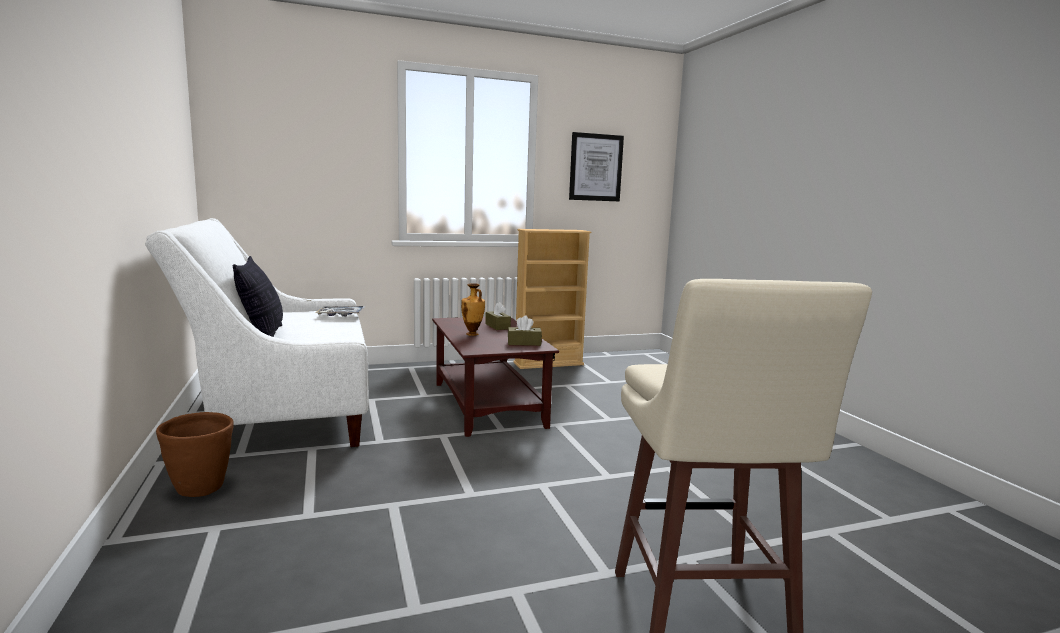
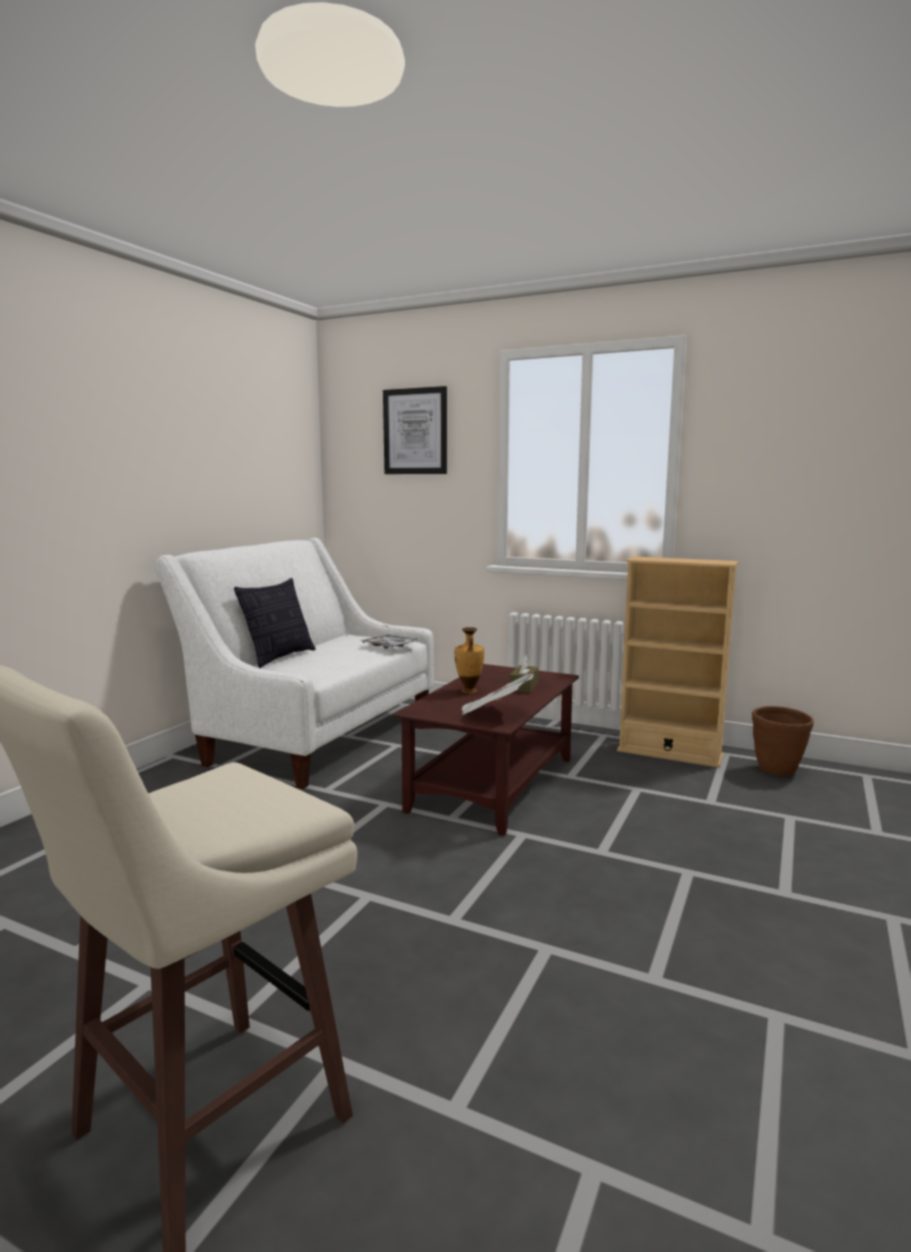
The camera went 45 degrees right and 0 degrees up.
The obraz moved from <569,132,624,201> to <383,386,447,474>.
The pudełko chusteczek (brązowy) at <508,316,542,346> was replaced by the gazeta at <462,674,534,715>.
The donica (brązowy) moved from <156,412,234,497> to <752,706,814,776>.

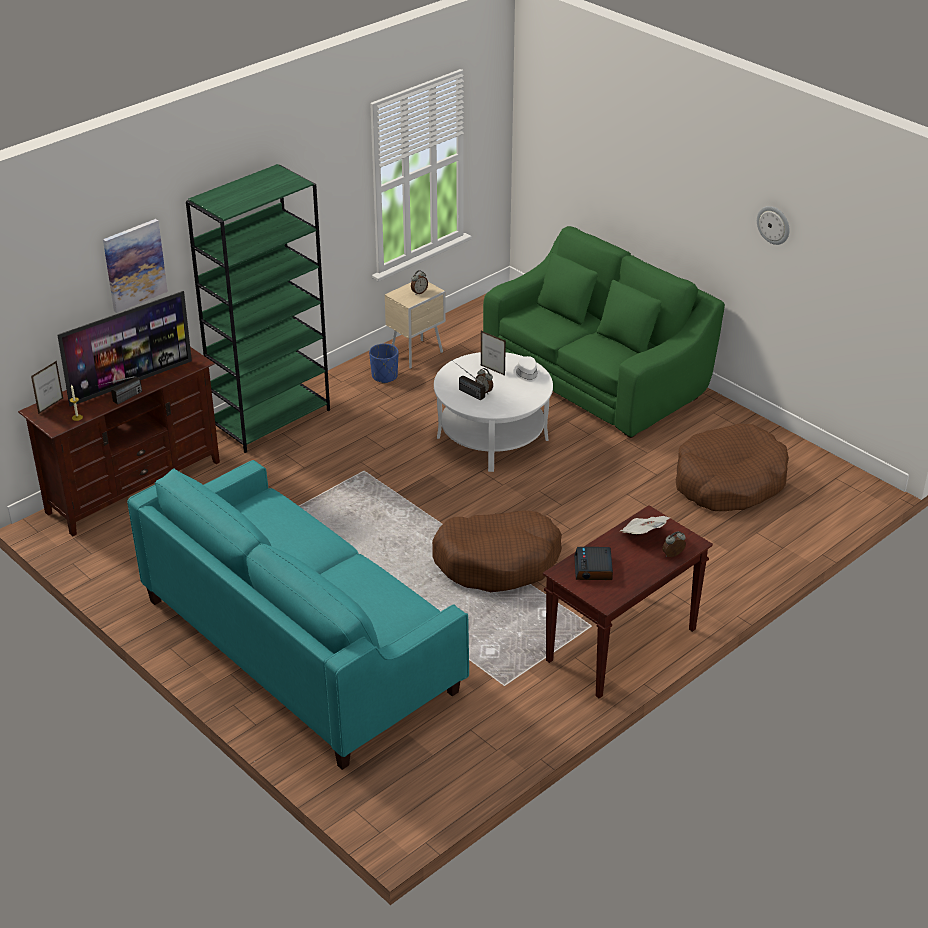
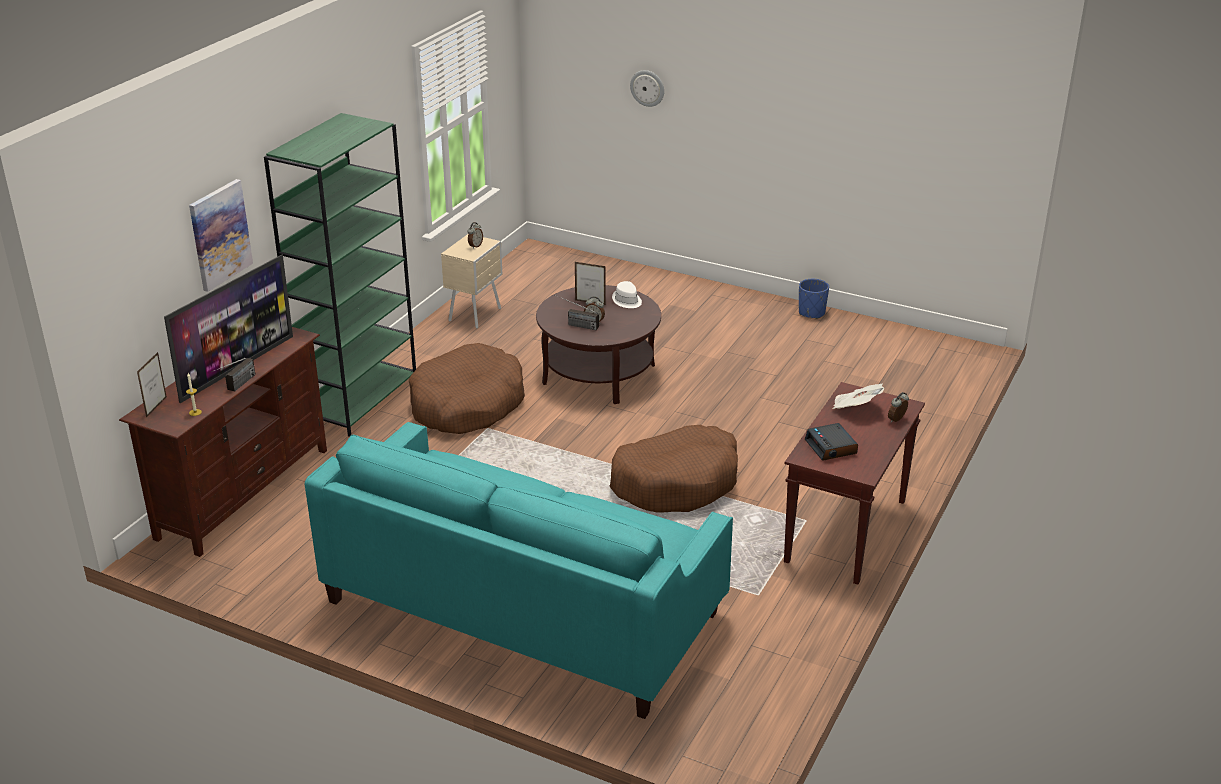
The camera went 20 degrees left and 5 degrees down.
The zegar ścienny moved from <757,206,789,245> to <630,70,664,107>.
The kanapa (zielony) at <483,226,725,438> disappeared.
The donica (niebieski) moved from <369,343,399,384> to <799,279,829,319>.
The ława (biały) at <434,352,553,472> became the ława (brązowy) at <536,285,661,404>.
The legowisko (brązowy) moved from <676,424,789,511> to <409,343,525,434>.

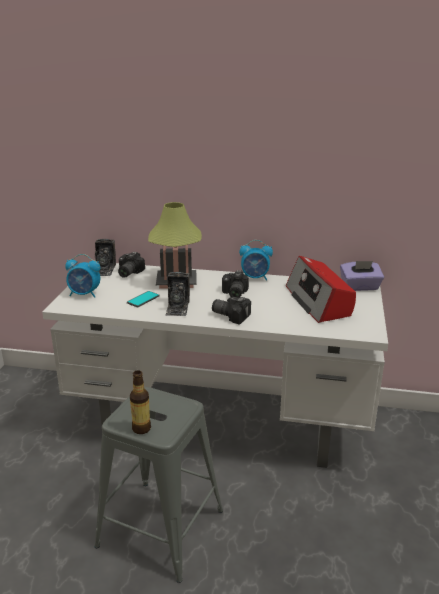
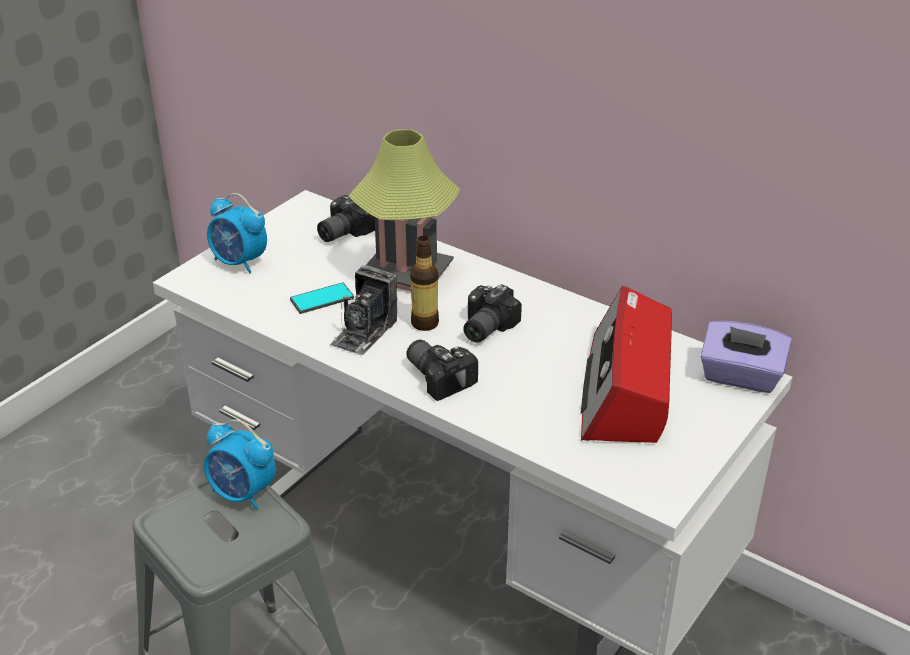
The camera went 25 degrees right and 10 degrees up.
The aparat fotograficzny at <95,239,116,276> disappeared.
The budzik moved from <239,240,273,281> to <204,419,276,510>.
The butelka moved from <130,370,151,434> to <410,236,439,331>.

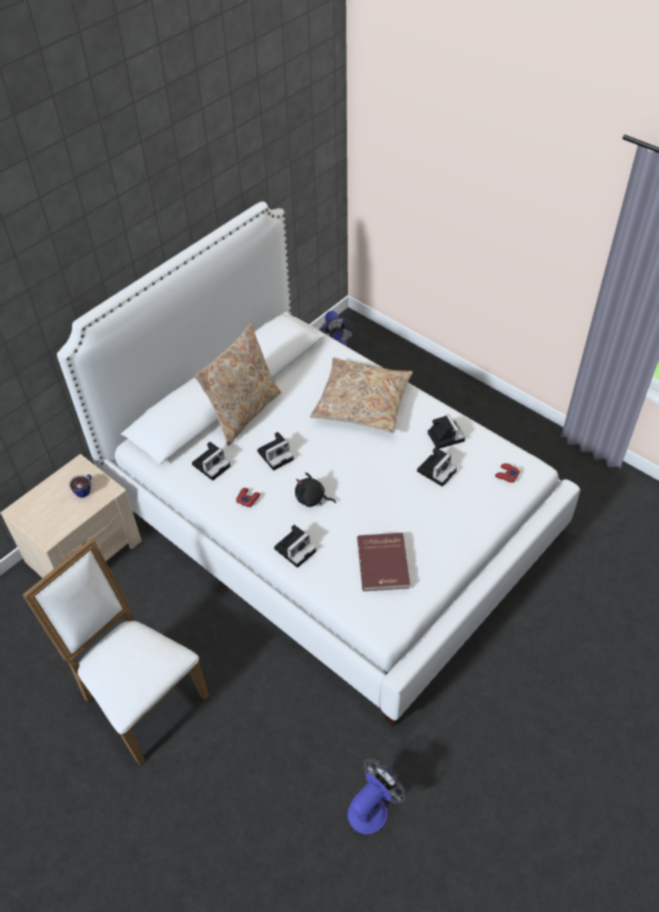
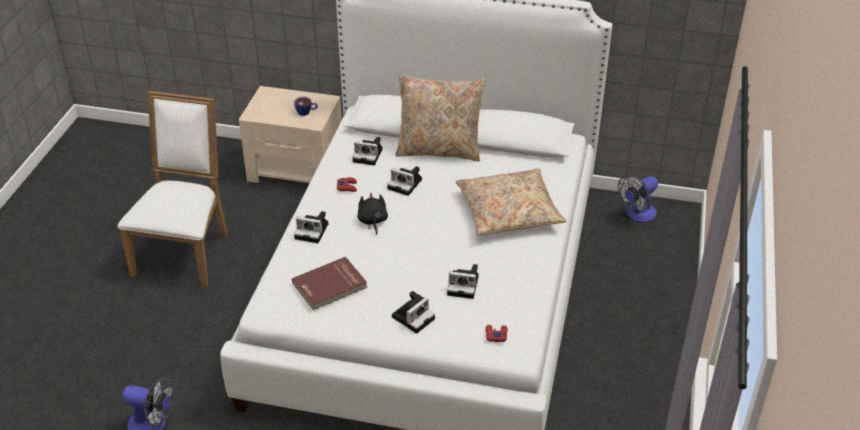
The camera went 60 degrees right and 10 degrees down.
The aparat fotograficzny moved from <428,414,465,449> to <392,291,435,334>.

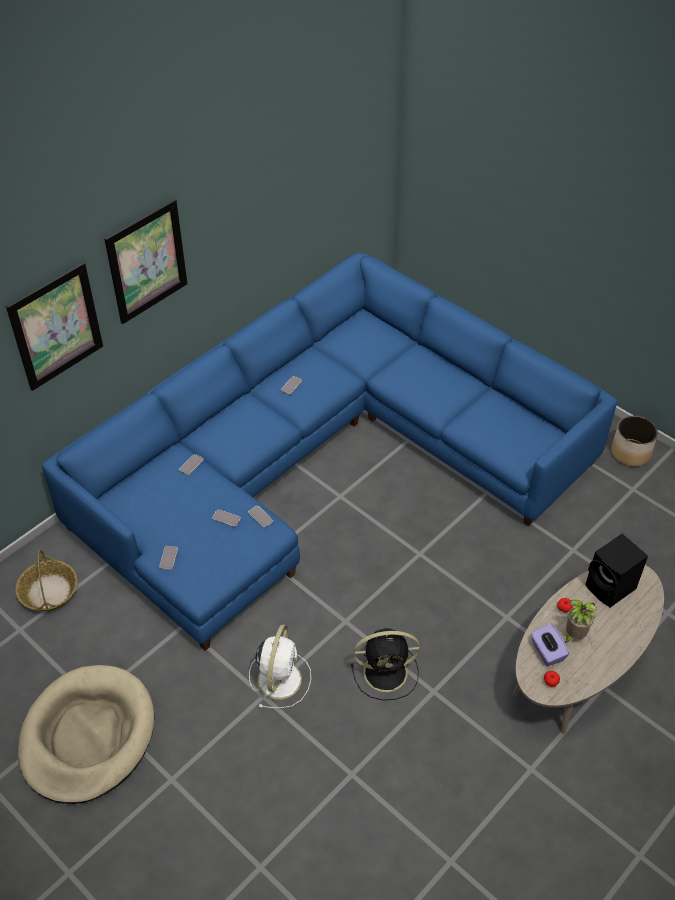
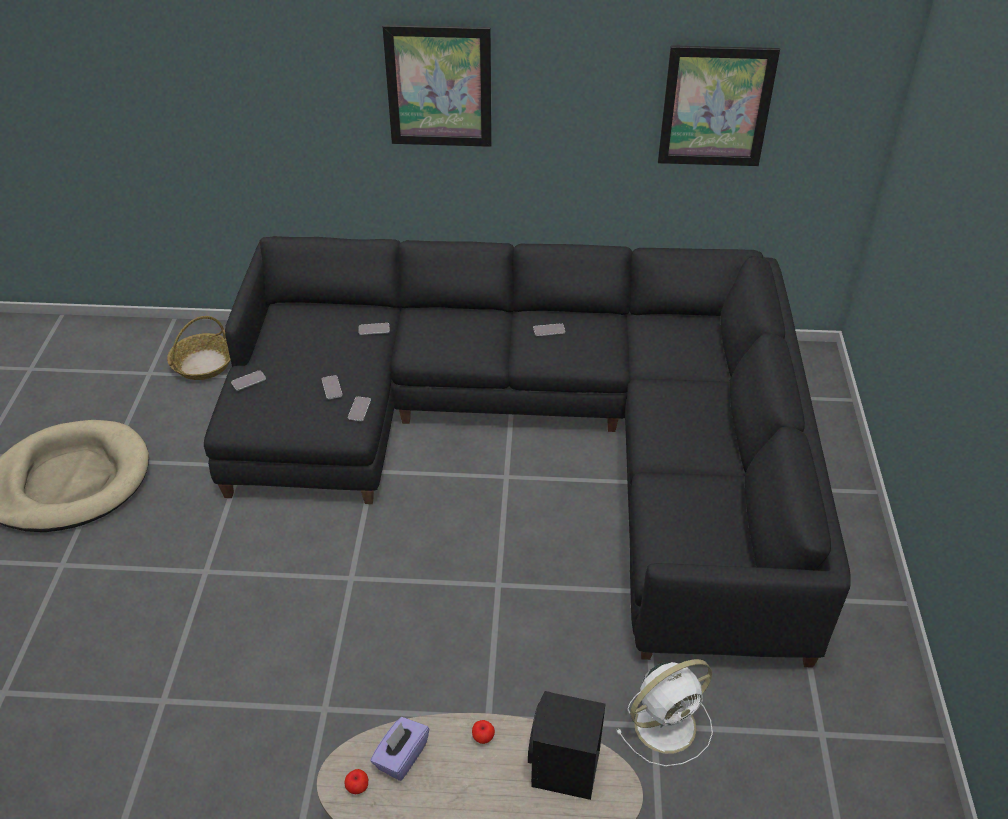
The camera went 50 degrees right and 5 degrees down.
The kanapa (niebieski) at <42,252,617,651> became the kanapa (czarny) at <204,236,851,668>.
The obraz moved from <6,262,103,391> to <658,45,780,166>.
The donica at <611,416,658,467> disappeared.
The roślina doniczkowa at <565,600,597,643> disappeared.
The wentylator (biały) moved from <249,624,311,709> to <616,659,713,767>.
The wentylator (czarny) at <351,628,420,700> disappeared.

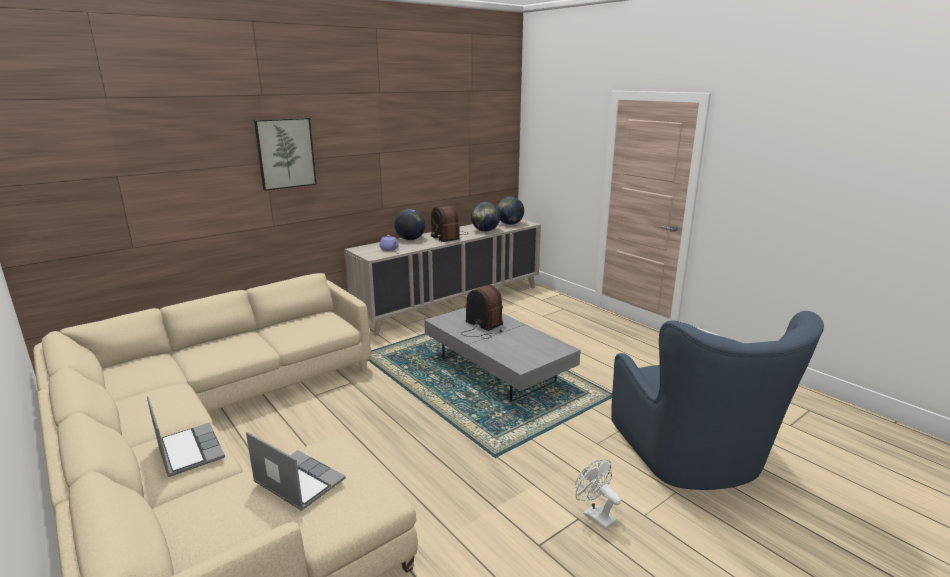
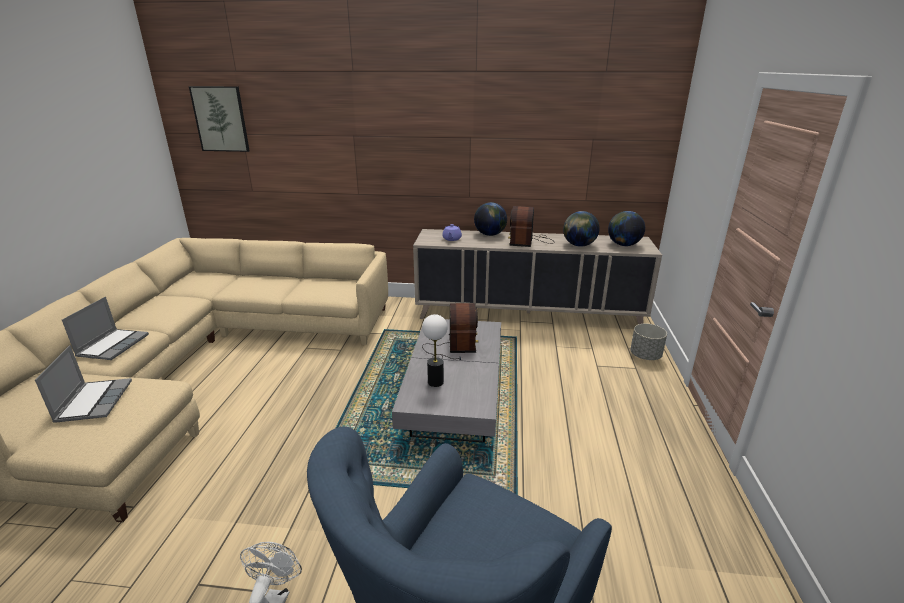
The camera went 45 degrees right and 5 degrees up.
The obraz moved from <254,118,317,191> to <189,86,250,152>.
The lampa stołowa at <422,314,447,387> appeared.
The donica (szary) at <630,324,667,360> appeared.

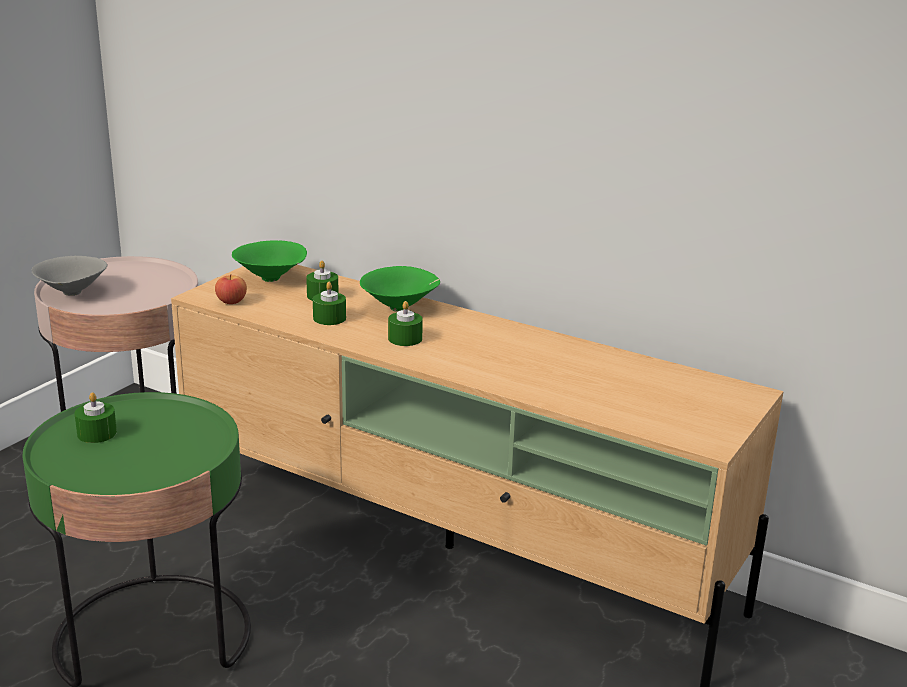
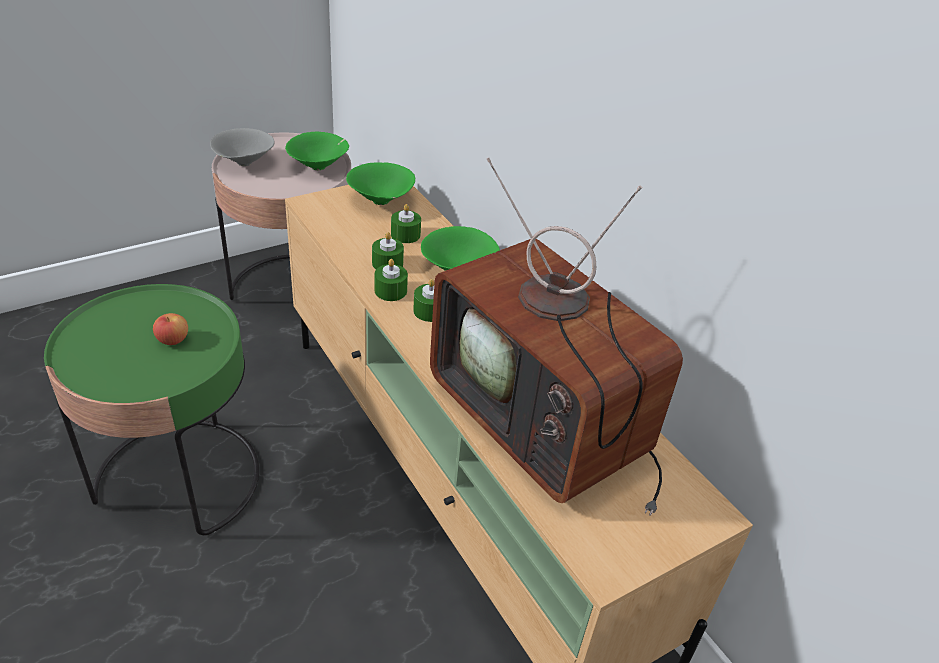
The camera went 25 degrees right and 15 degrees up.
The jabłko moved from <215,274,247,304> to <153,313,188,345>.
The świeca (zielony) moved from <75,393,117,443> to <375,259,408,301>.
The miska (zielony) at <285,131,349,171> appeared.
The telewizor at <430,158,683,516> appeared.

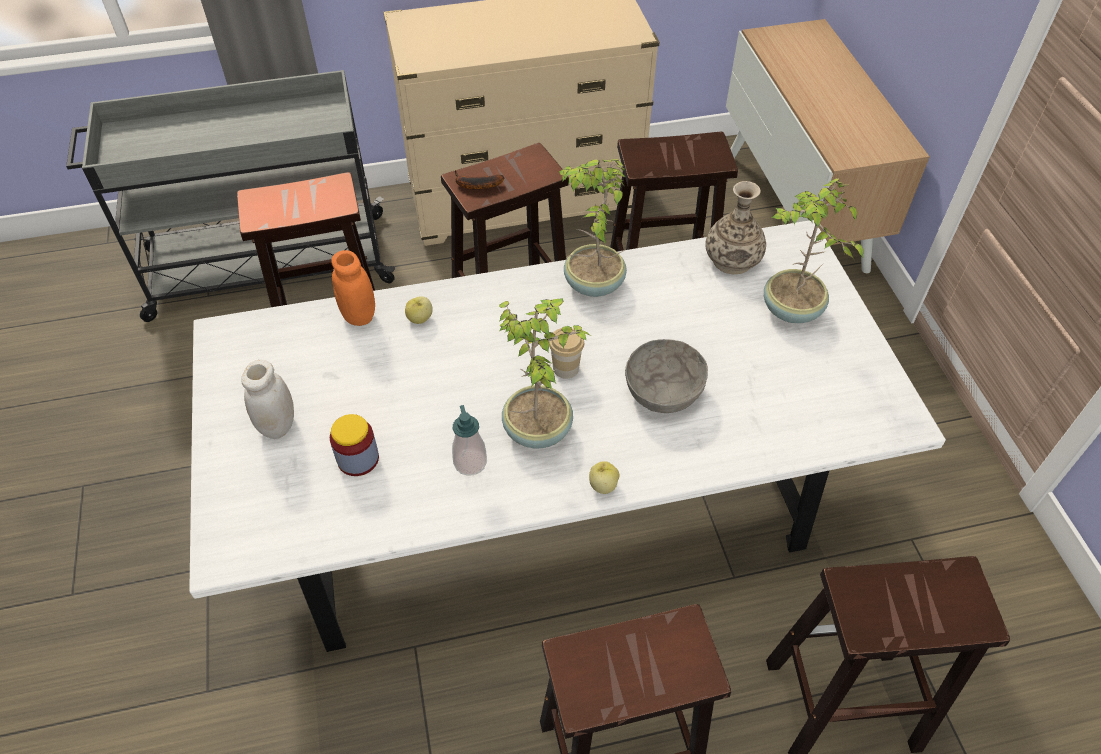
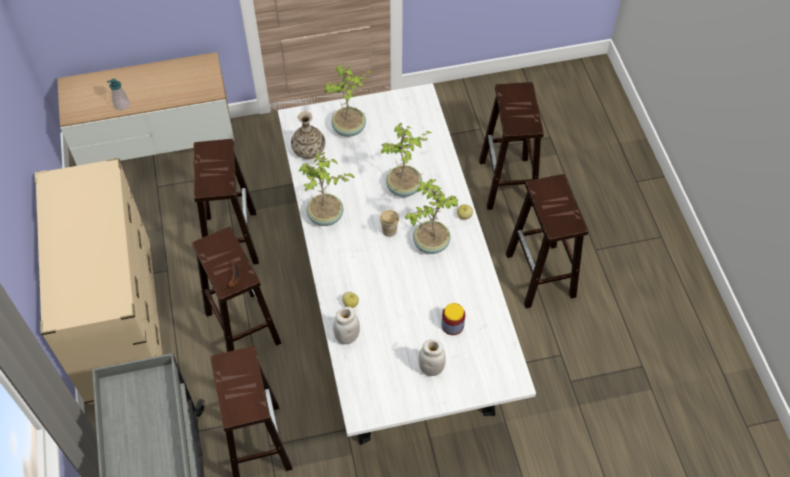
The camera went 90 degrees left and 5 degrees up.
The słoik (pomarańczowy) at <331,250,375,326> became the słoik (biały) at <333,307,360,344>.
The miska (szary) at <625,339,708,413> was replaced by the roślina doniczkowa at <380,123,431,197>.
The dozownik mydła moved from <452,405,487,476> to <107,79,130,110>.

